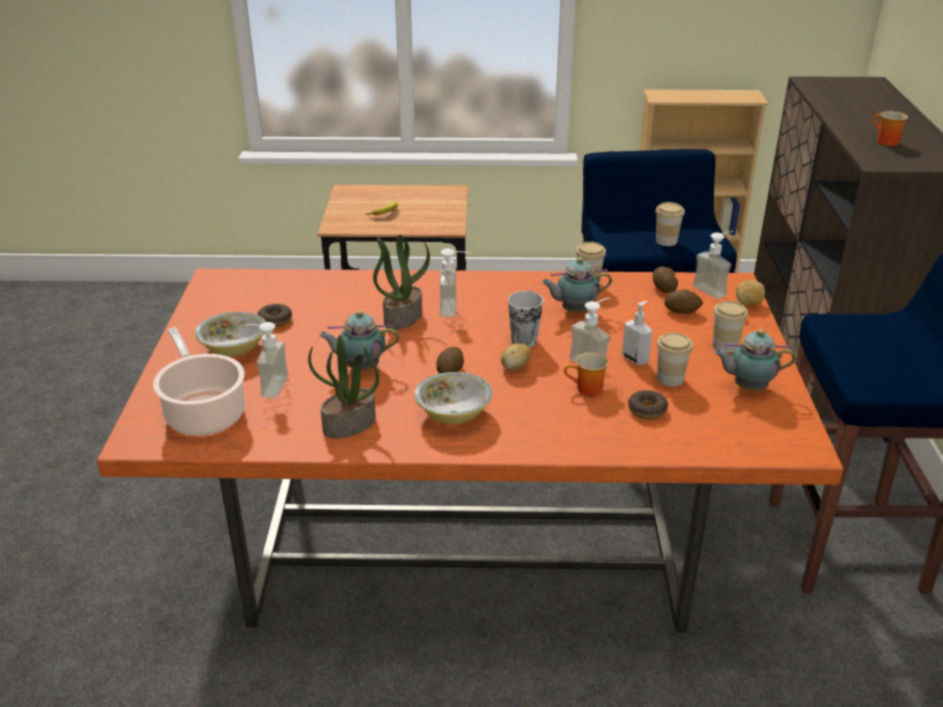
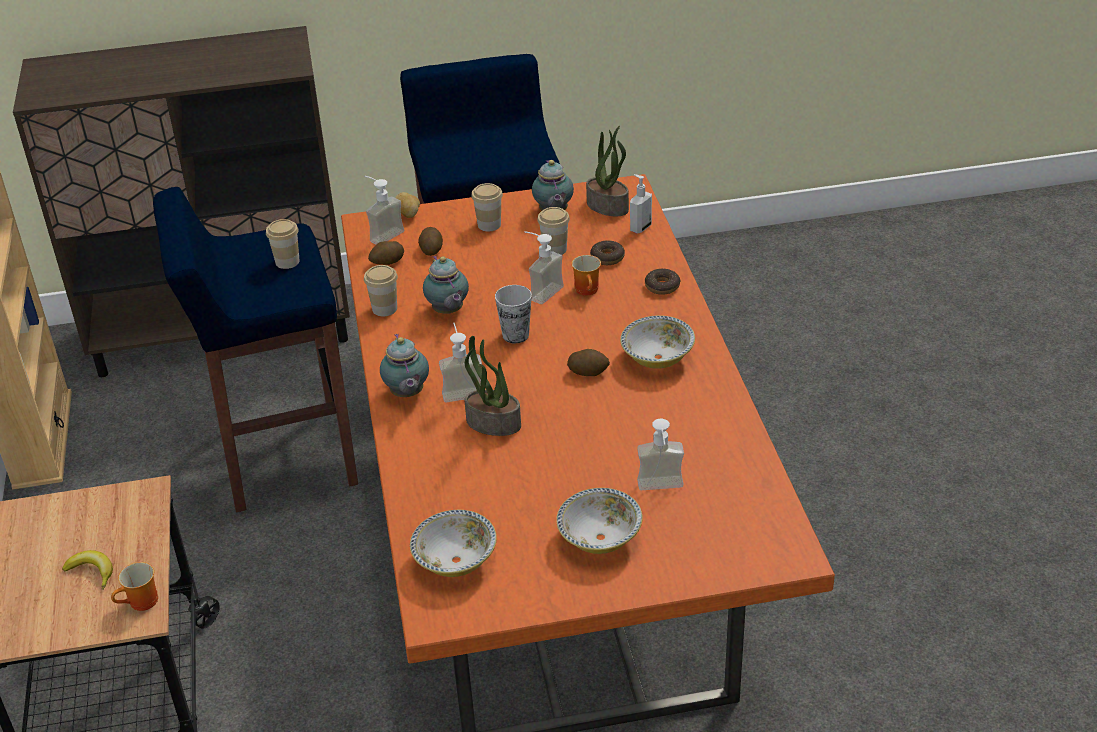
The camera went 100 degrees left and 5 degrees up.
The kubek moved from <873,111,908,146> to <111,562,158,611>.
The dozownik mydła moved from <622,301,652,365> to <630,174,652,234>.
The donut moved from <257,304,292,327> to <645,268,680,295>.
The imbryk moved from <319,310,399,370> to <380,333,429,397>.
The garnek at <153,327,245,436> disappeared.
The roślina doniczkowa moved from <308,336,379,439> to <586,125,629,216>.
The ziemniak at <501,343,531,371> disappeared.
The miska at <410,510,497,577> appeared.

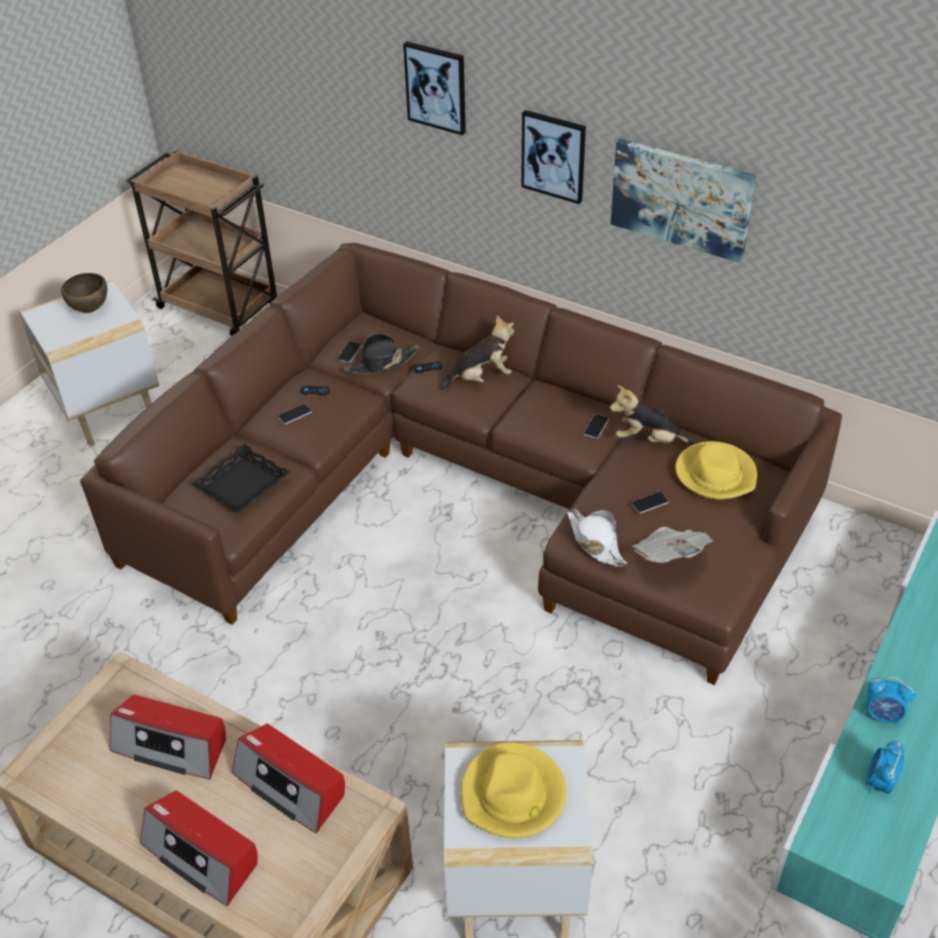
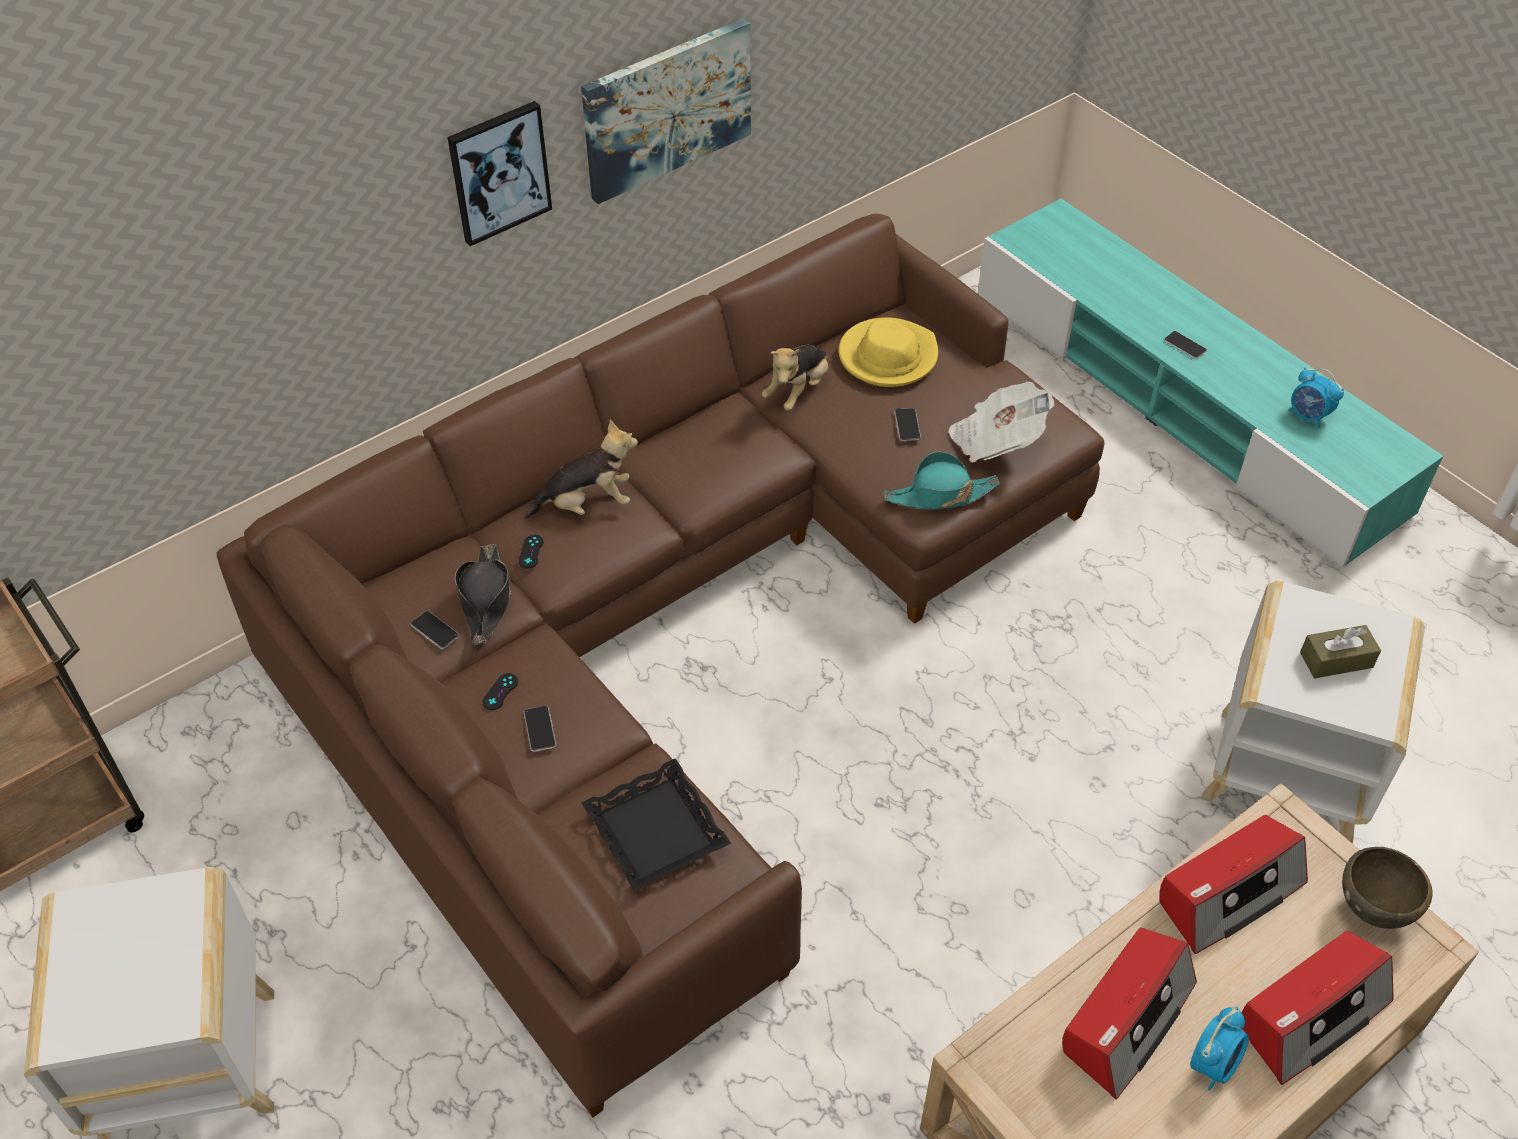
The camera went 70 degrees left and 5 degrees up.
The obraz at <403,42,466,135> disappeared.
The miska (brązowy) moved from <61,273,107,313> to <1342,847,1433,929>.
The pluszak at <441,316,515,390> turned 75 degrees clockwise.
The telefon moved from <583,414,609,439> to <1164,331,1207,359>.
The kapelusz (biały) at <567,509,627,567> became the kapelusz (turkusowy) at <883,451,1000,509>.
The budzik moved from <864,677,915,725> to <1190,1006,1249,1091>.
The kapelusz (żółty) at <461,743,566,838> was replaced by the pudełko chusteczek (brązowy) at <1300,625,1381,678>.

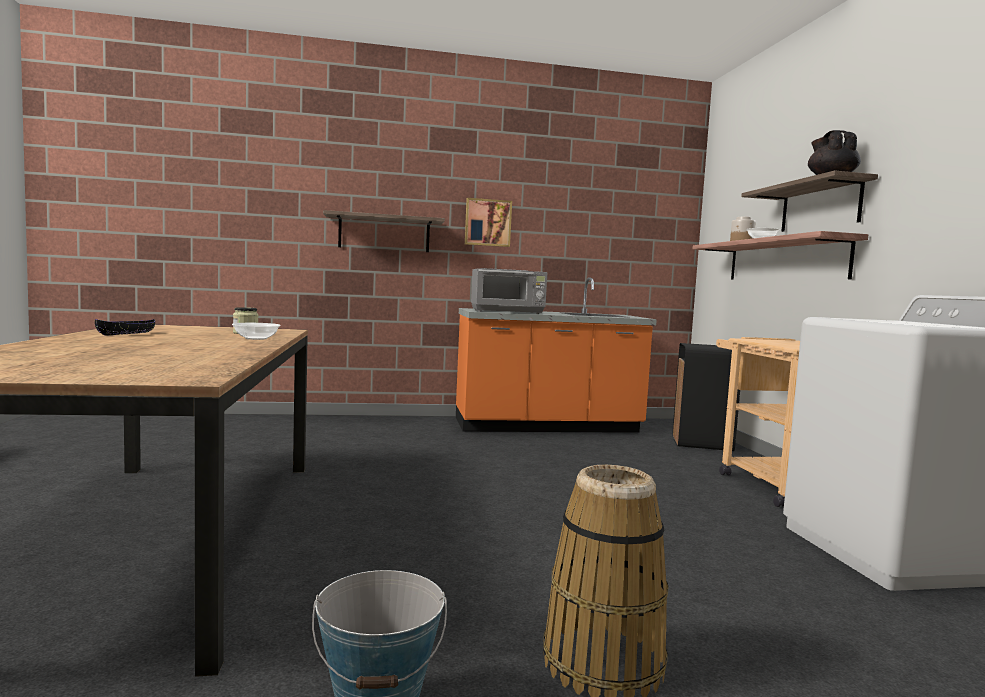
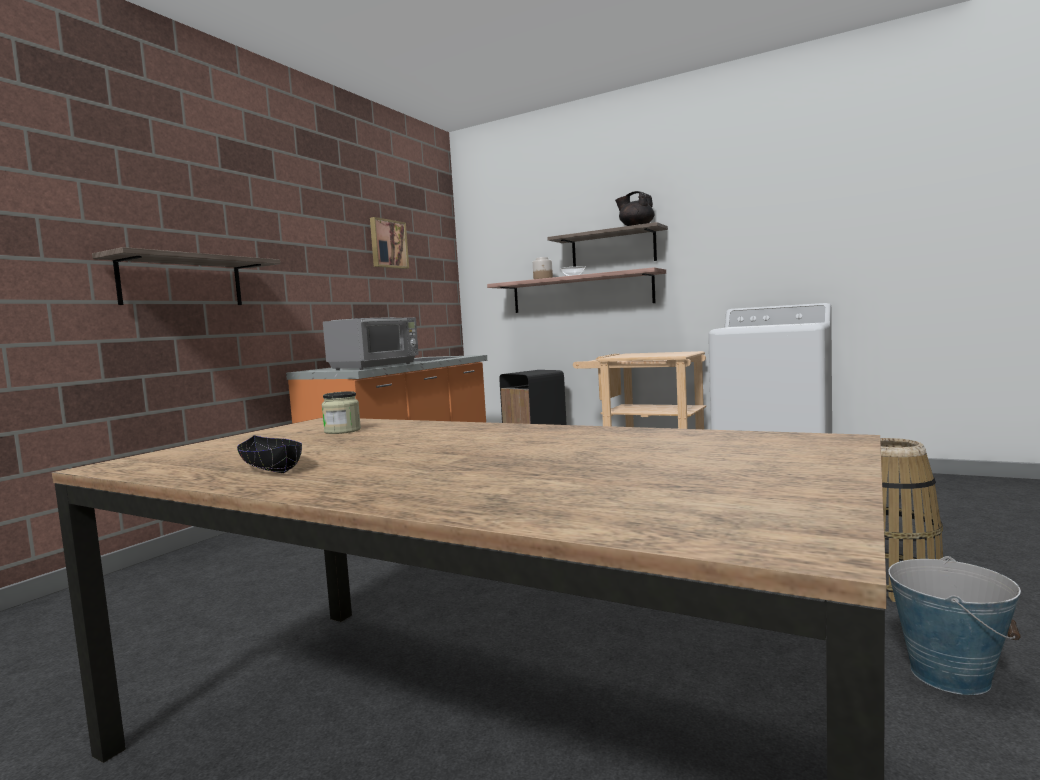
The camera went 50 degrees left and 0 degrees up.
The obraz moved from <465,198,512,247> to <370,217,409,269>.
The miska at <232,323,281,340> disappeared.

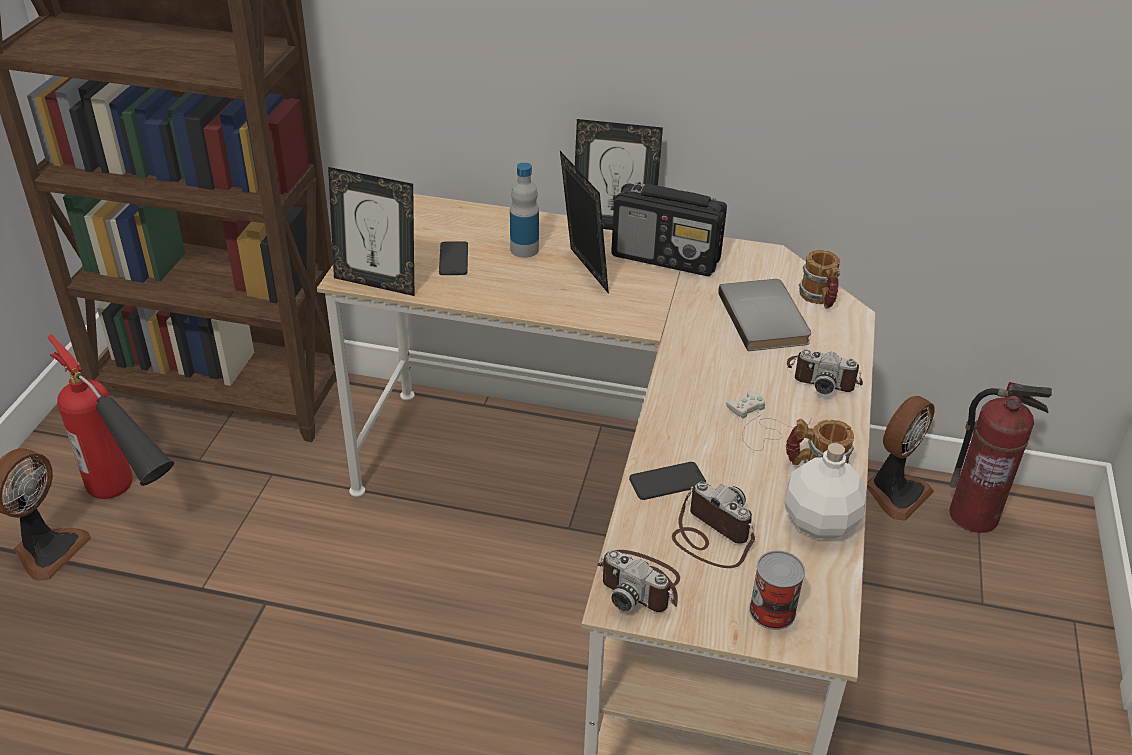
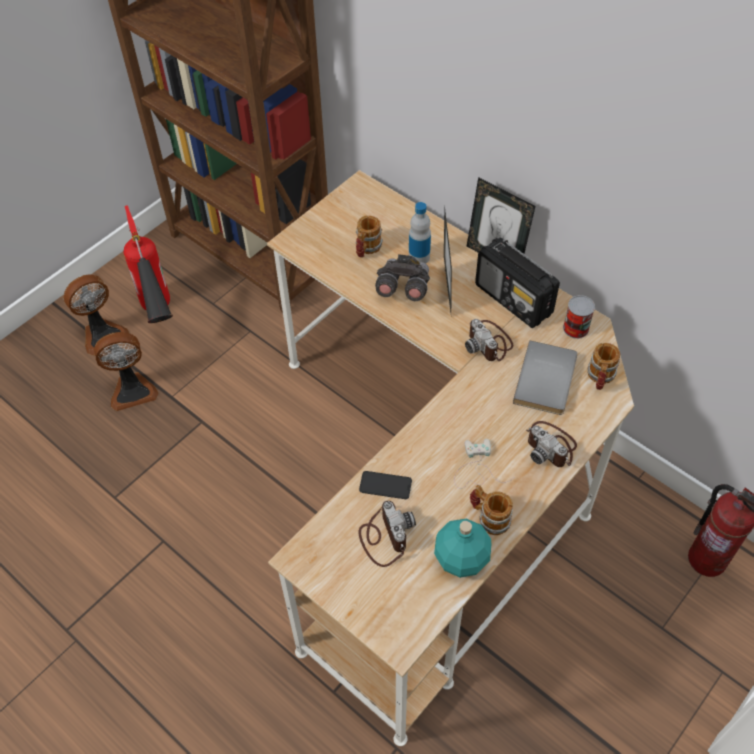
The camera went 30 degrees right and 15 degrees up.
The ramka na zdjęcie at <328,167,414,296> disappeared.
The telefon at <439,241,468,275> was replaced by the kubek at <356,216,383,258>.
The wentylator moved from <867,396,935,521> to <94,332,158,411>.
The butelka (biały) at <784,443,867,538> became the butelka (turkusowy) at <434,519,491,578>.
The aparat fotograficzny moved from <597,550,680,612> to <465,319,513,361>.
The puszka moved from <749,550,805,630> to <563,295,595,339>.
The lornetka (szary) at <375,254,430,301> appeared.

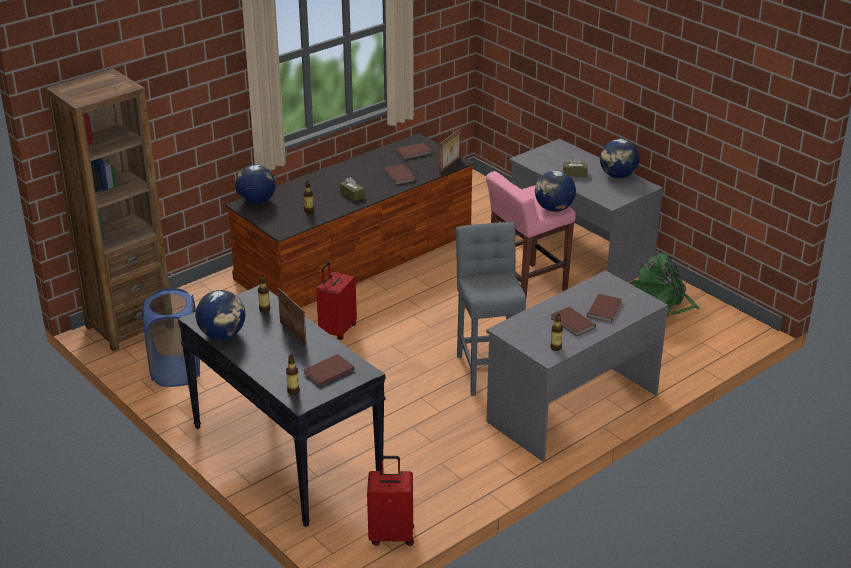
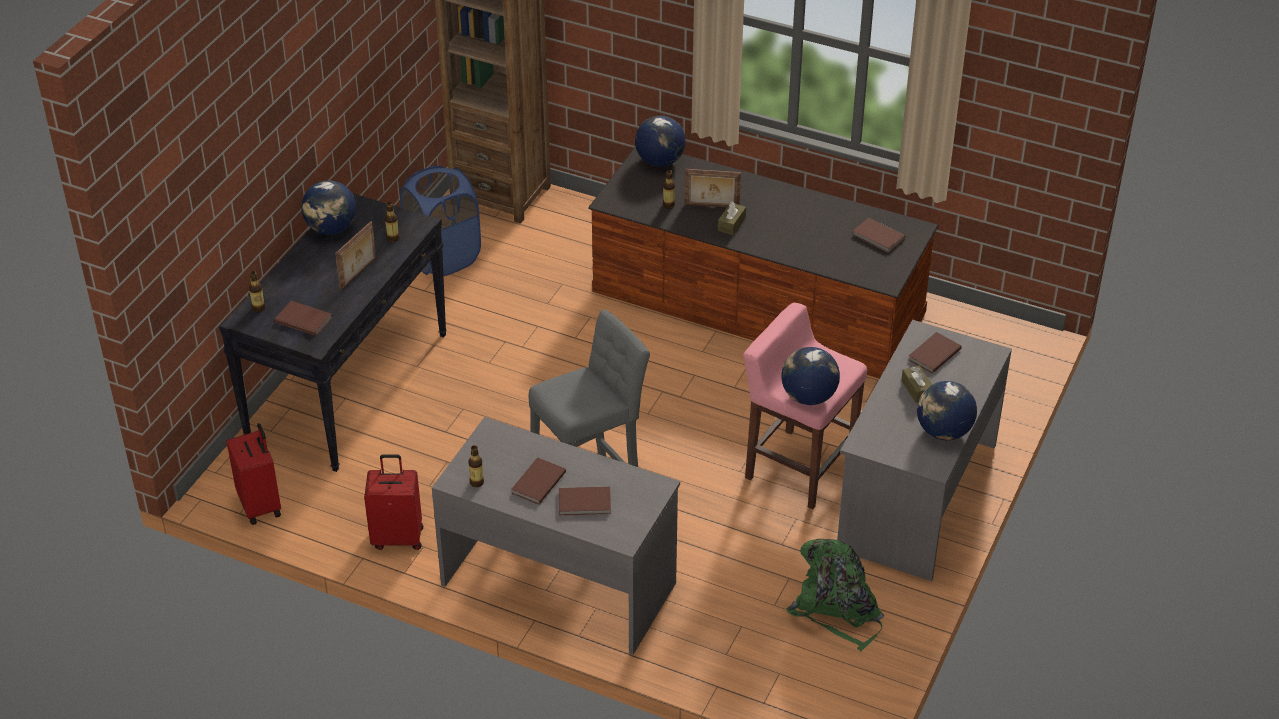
The camera went 65 degrees right and 10 degrees up.
The ramka na zdjęcie moved from <439,128,460,174> to <685,169,741,207>.
The książka (brązowy) moved from <384,164,416,185> to <908,332,962,373>.
The walizka (czerwony) moved from <316,262,357,340> to <364,454,423,550>.

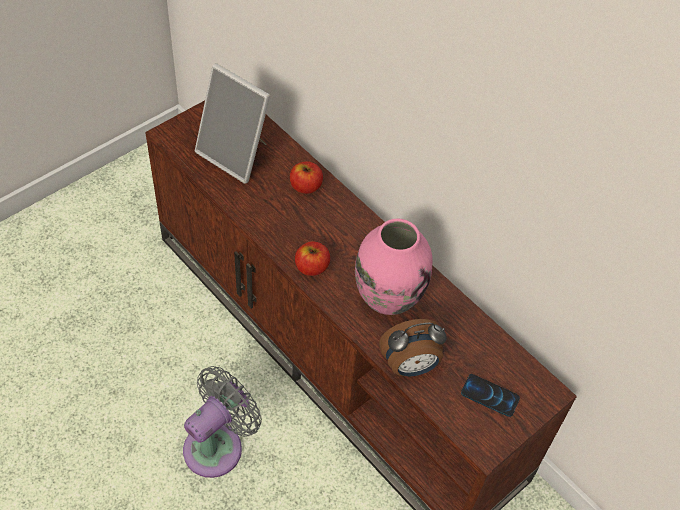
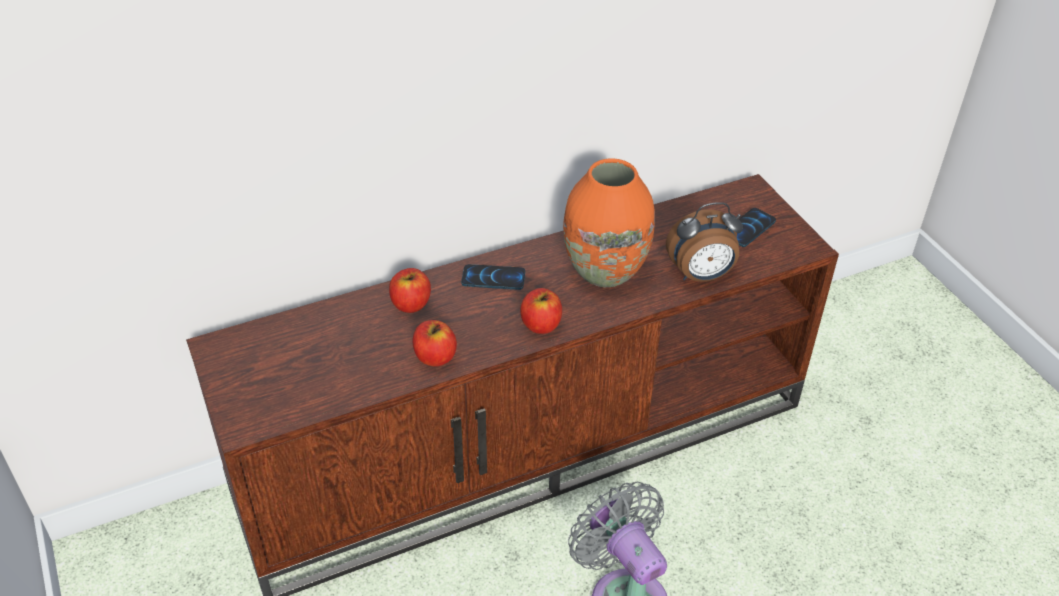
The camera went 70 degrees left and 10 degrees down.
The ramka na zdjęcie at <195,63,270,184> disappeared.
The wazon (różowy) at <355,219,432,315> became the wazon (pomarańczowy) at <563,158,655,287>.
The budzik at <379,319,447,376> turned 75 degrees clockwise.
The telefon at <461,264,525,290> appeared.
The jabłko at <412,320,457,366> appeared.

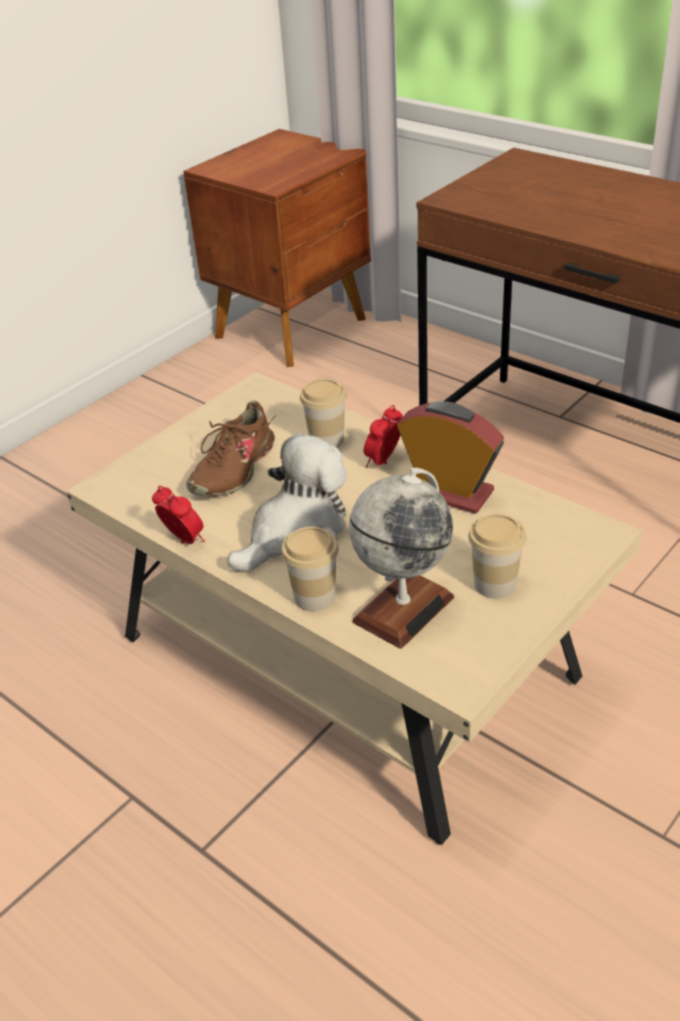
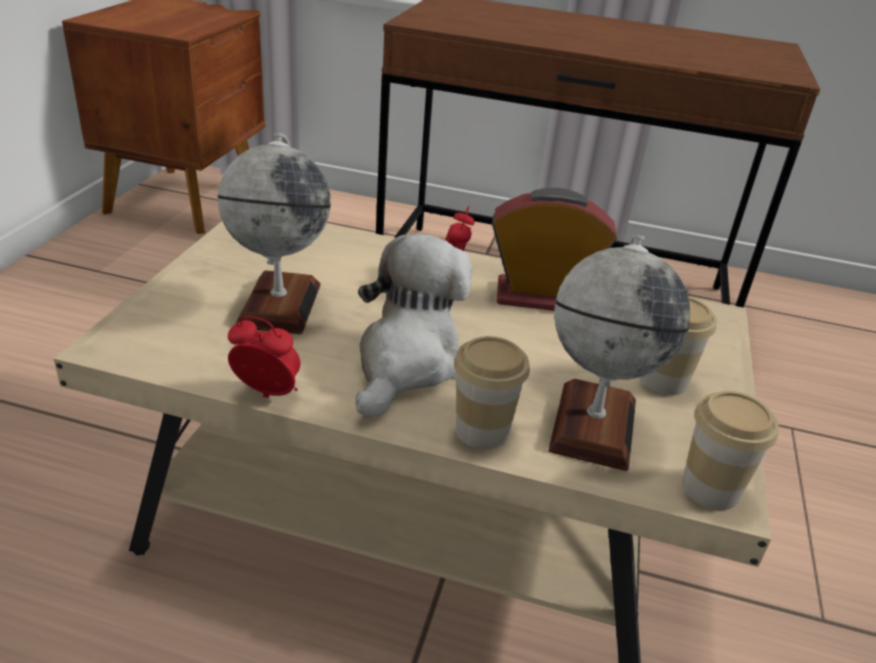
The camera went 30 degrees left and 5 degrees down.
The filiżanka moved from <300,379,347,448> to <682,391,779,510>.
The but (brązowy) at <186,400,275,497> was replaced by the globus at <218,133,331,334>.

